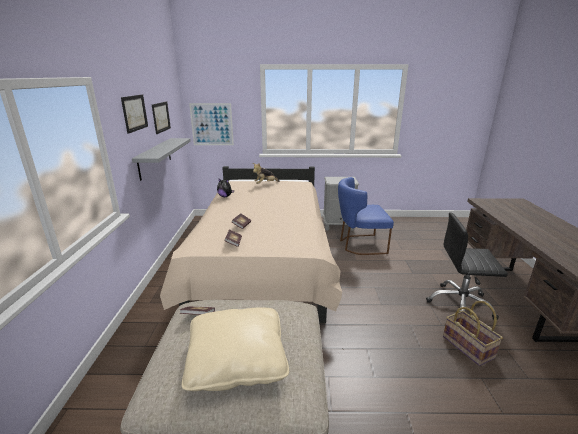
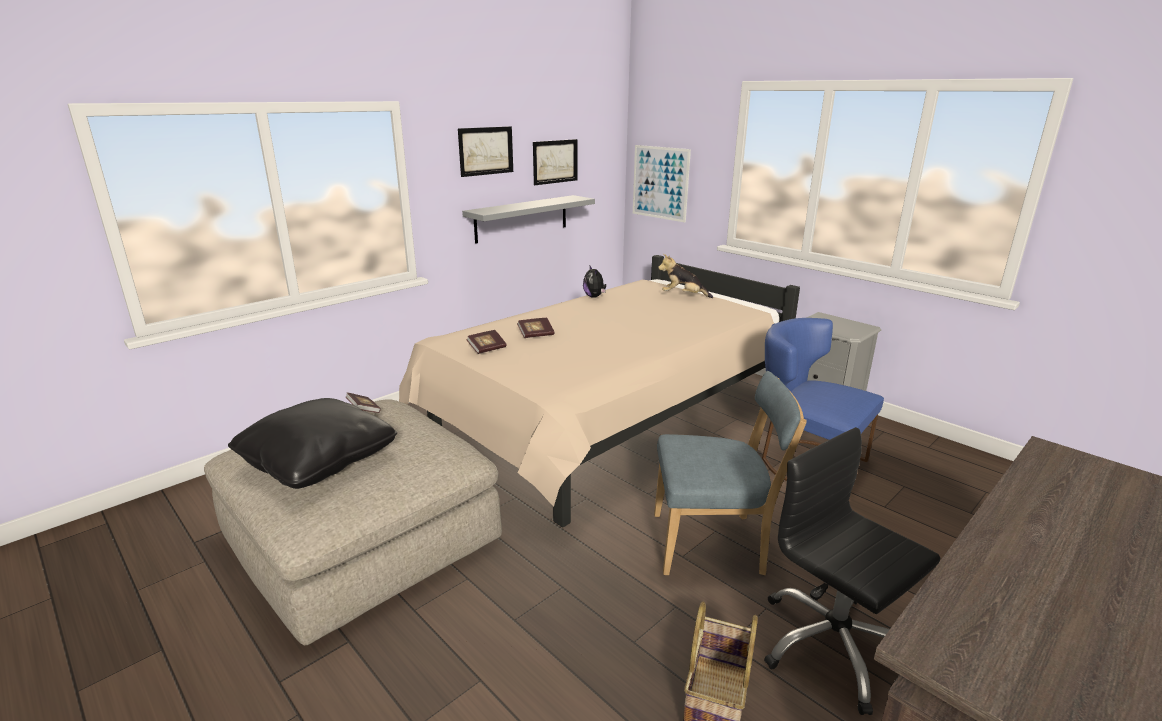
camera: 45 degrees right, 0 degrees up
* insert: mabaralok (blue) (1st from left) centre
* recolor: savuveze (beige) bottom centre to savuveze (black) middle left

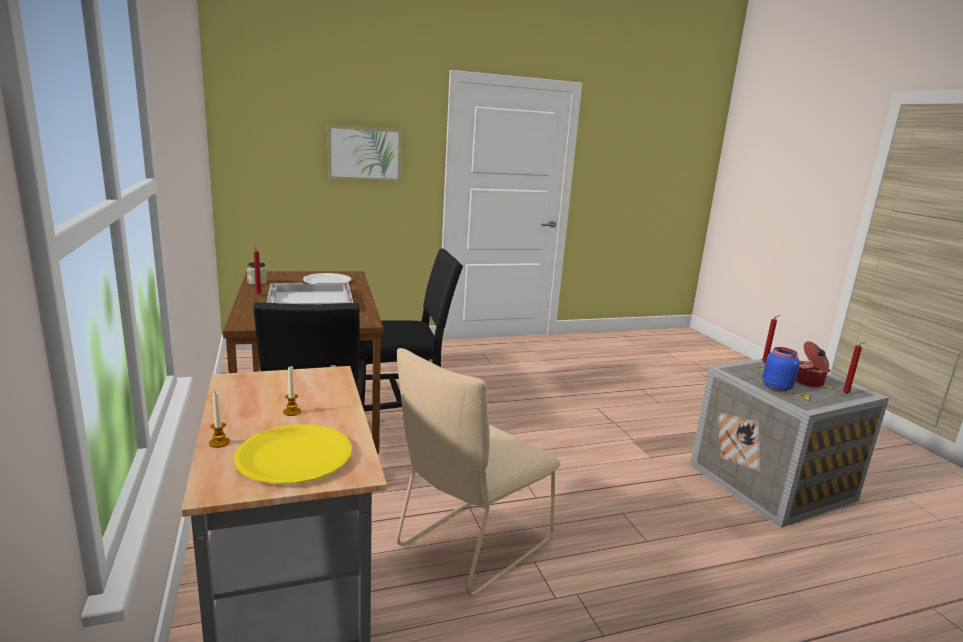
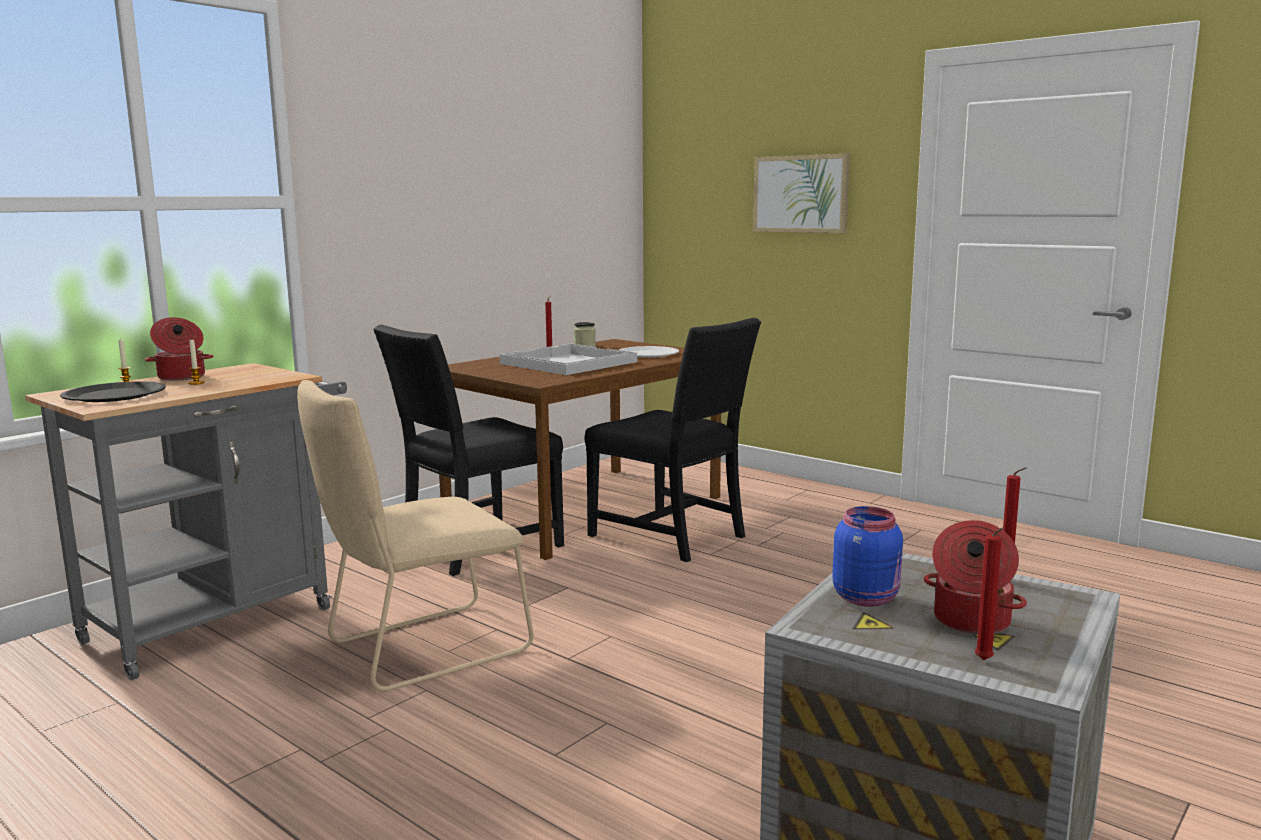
camera: 60 degrees right, 5 degrees down
* insert: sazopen (1st from left) middle left
* recolor: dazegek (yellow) bottom left to dazegek (black) middle left
* rotate: mabaralok (beige) bottom centre = middle left 45 degrees counterclockwise

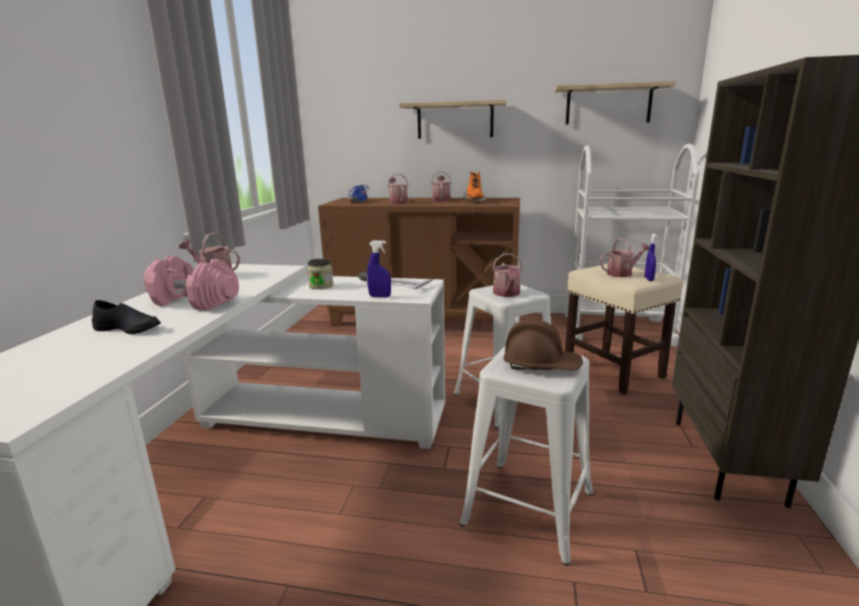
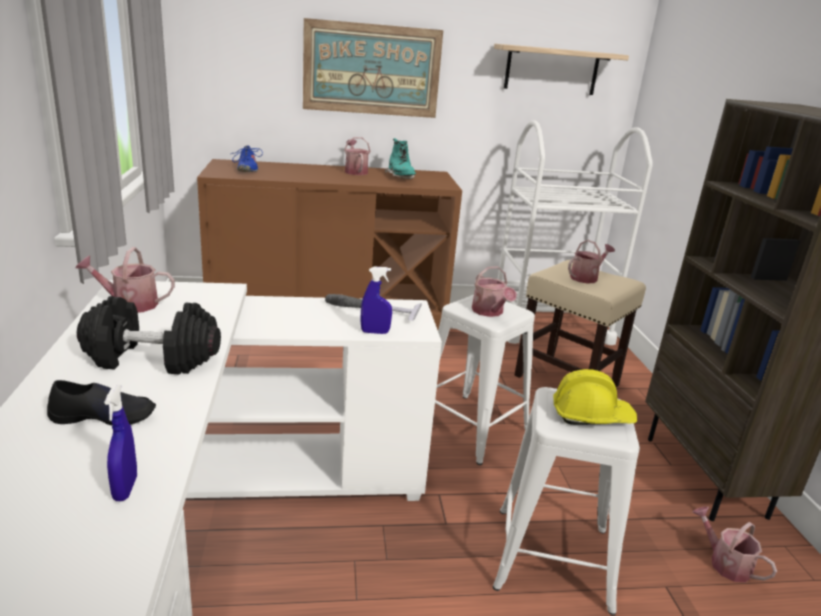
camera: 20 degrees left, 5 degrees up
* delete: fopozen centre
* move: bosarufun (2nd from left in the first image) top centre to bosarufun (5th from left) bottom right
* move: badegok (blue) (2nd from left in the first image) middle right to badegok (blue) (1st from left) bottom left
* replace: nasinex (1st from left) top centre to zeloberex top centre
* recolor: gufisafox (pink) middle left to gufisafox (black) middle left
* recolor: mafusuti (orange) top centre to mafusuti (turquoise) top centre
* recolor: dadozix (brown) centre to dadozix (yellow) middle right

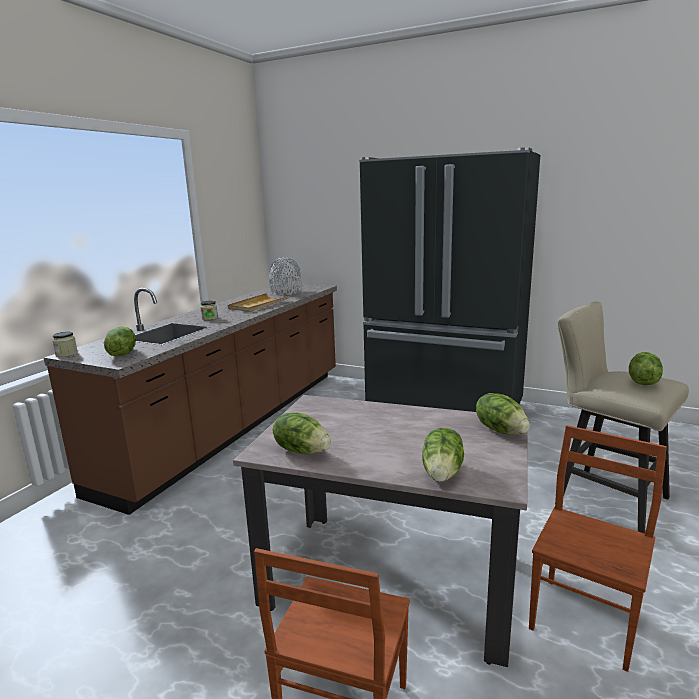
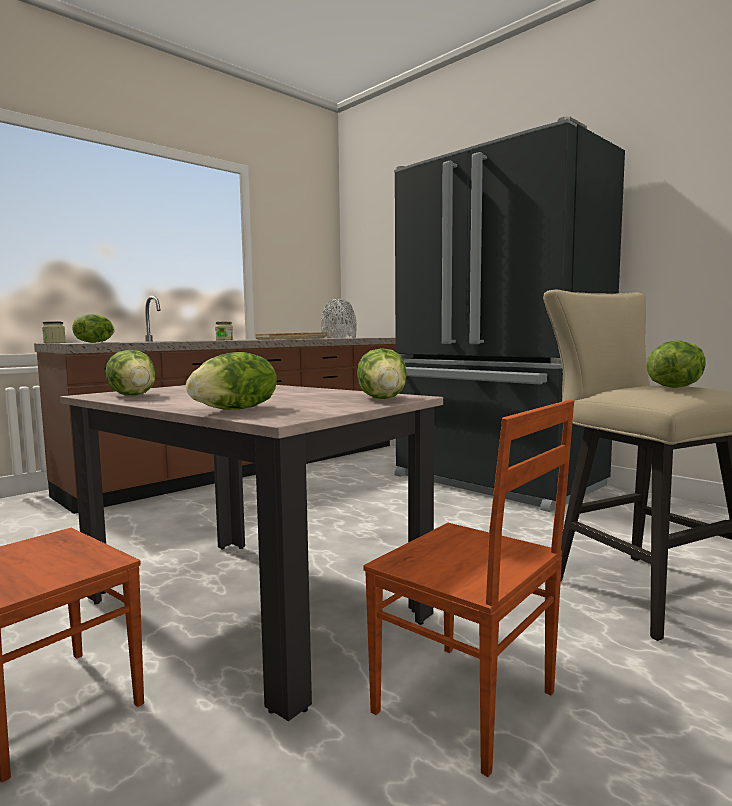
camera: 20 degrees right, 10 degrees down
* rotate: mabaralok (brown) (2nd from left) bottom right = bottom centre 75 degrees clockwise

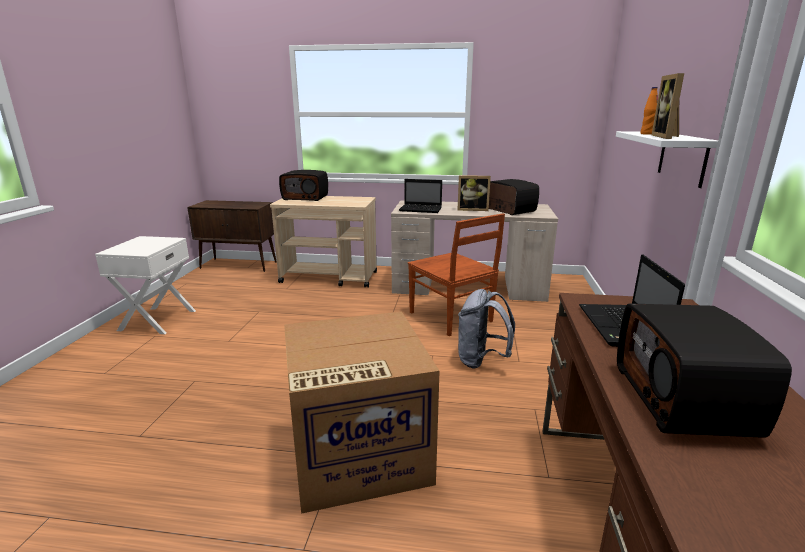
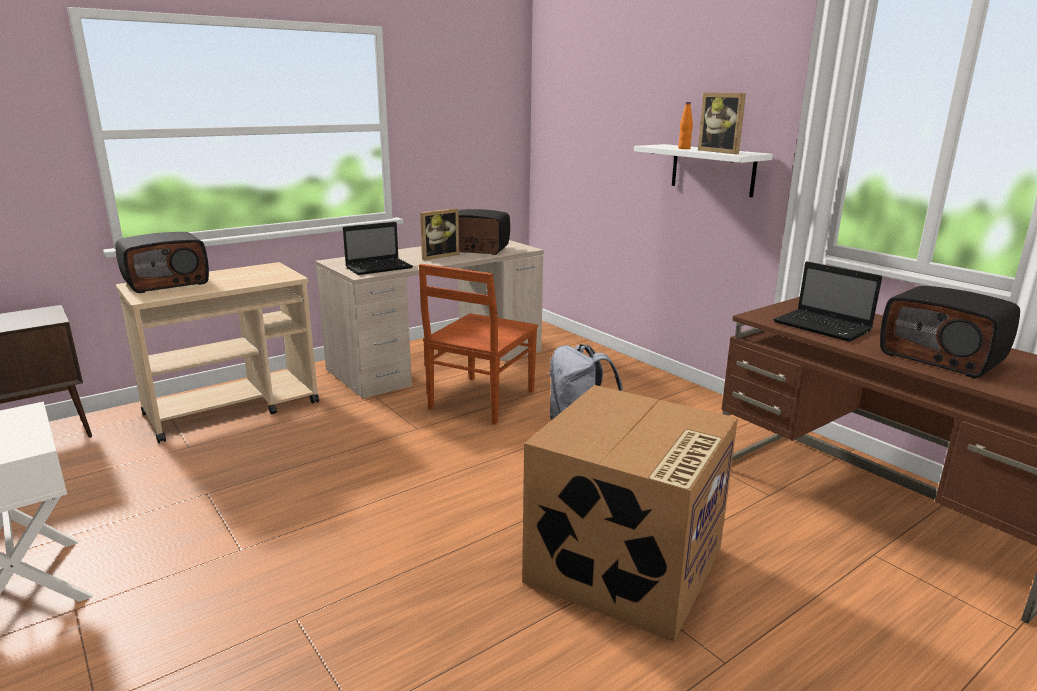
camera: 45 degrees left, 0 degrees up
* rotate: mabaralok (brown) centre = centre 105 degrees clockwise

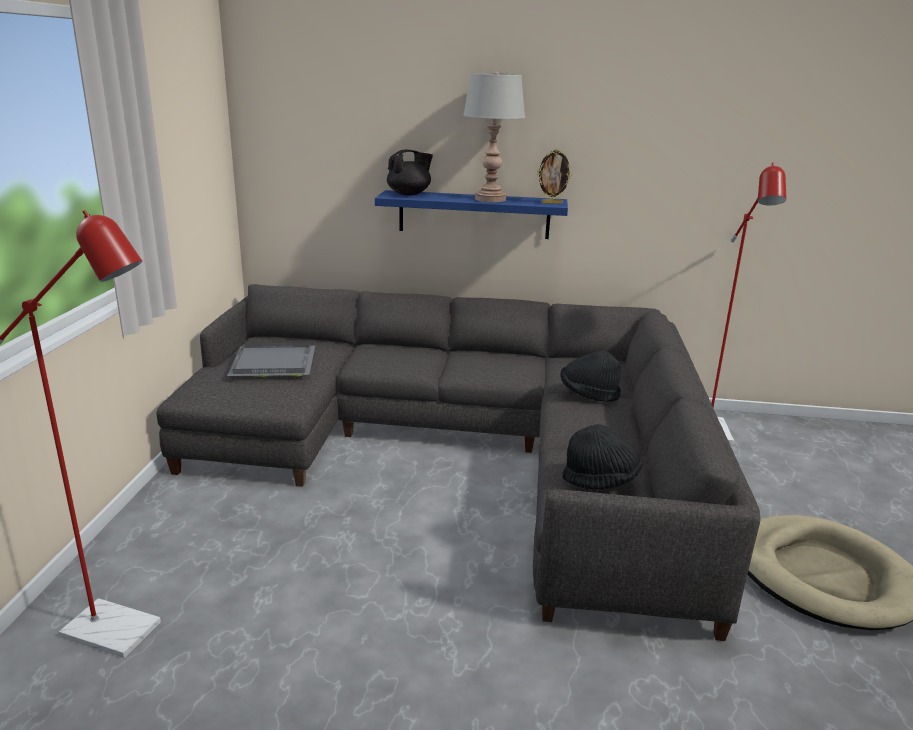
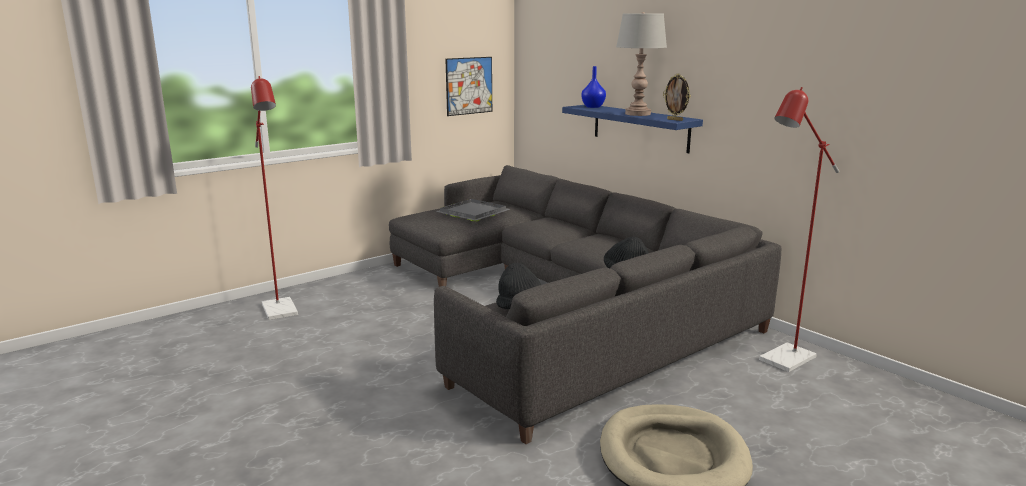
camera: 45 degrees right, 5 degrees down
* insert: zeloberex top centre
* replace: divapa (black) top centre to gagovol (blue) top centre

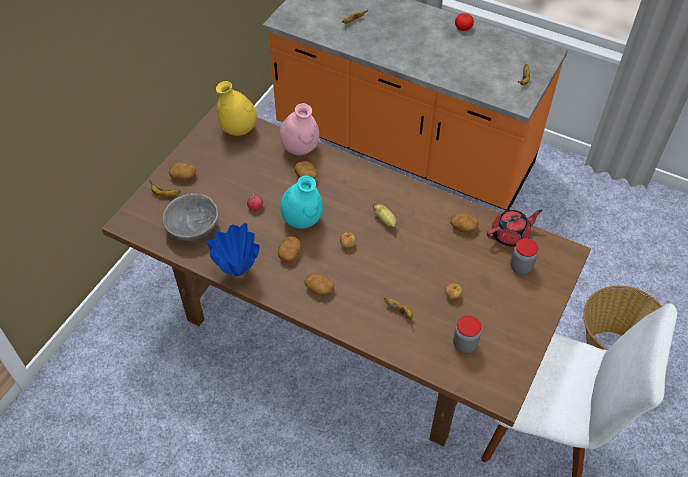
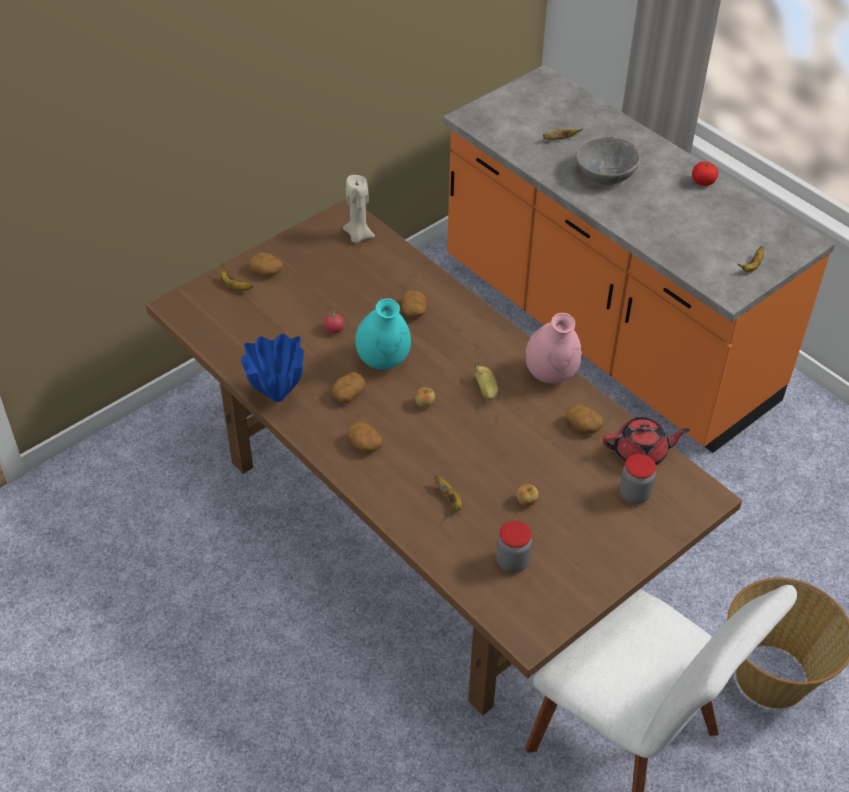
camera: 20 degrees right, 5 degrees down
* move: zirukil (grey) middle left to top right
* move: gagovol (pink) top centre to centre
* replace: gagovol (yellow) top centre to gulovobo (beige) top centre

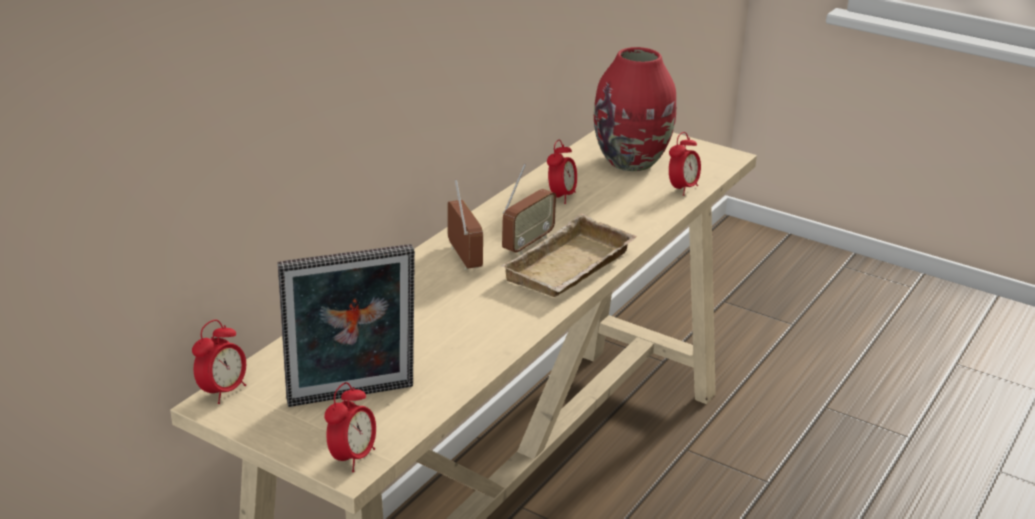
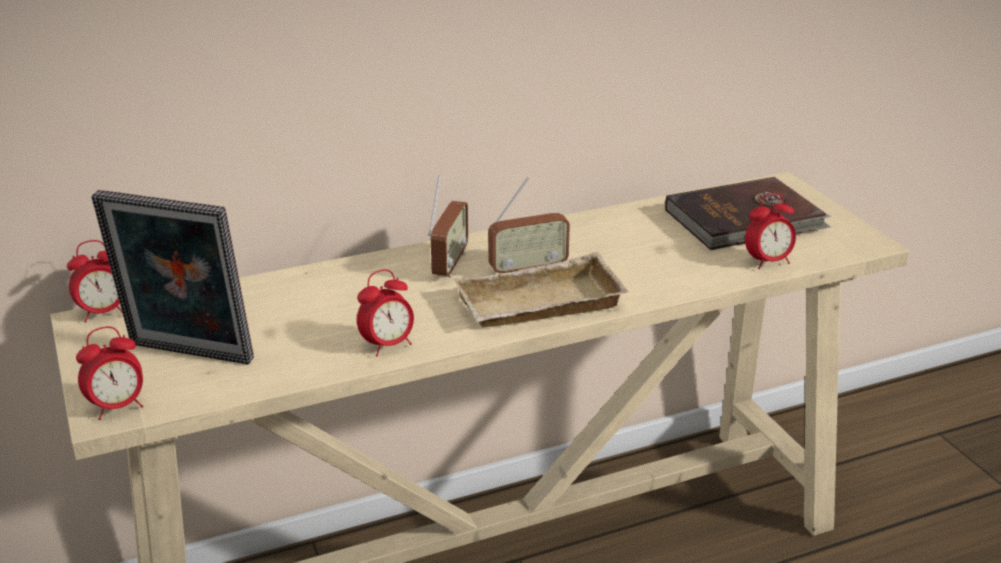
camera: 35 degrees right, 0 degrees up
* move: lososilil (3rd from left) top centre to centre
* replace: gagovol (red) top centre to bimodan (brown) middle right

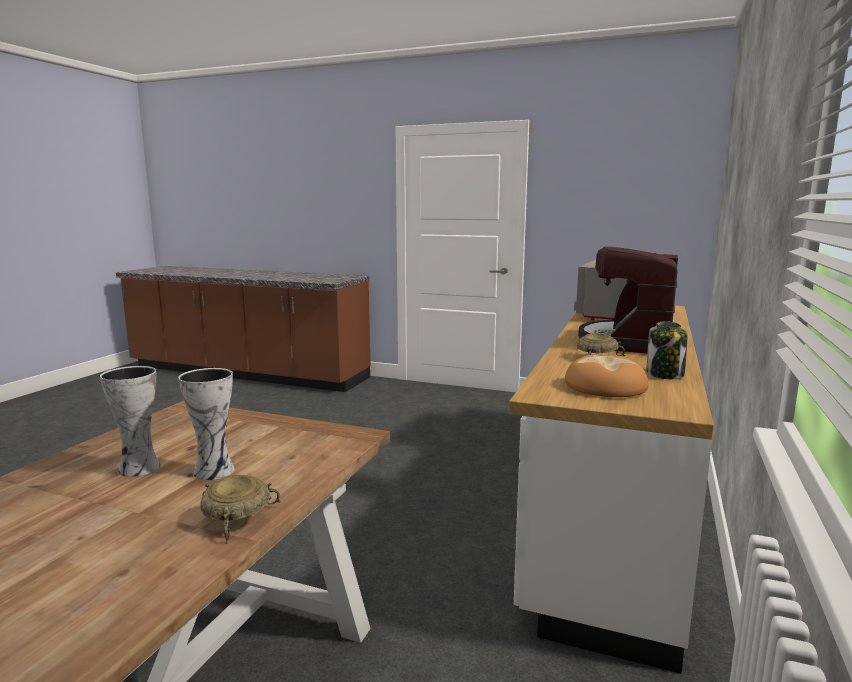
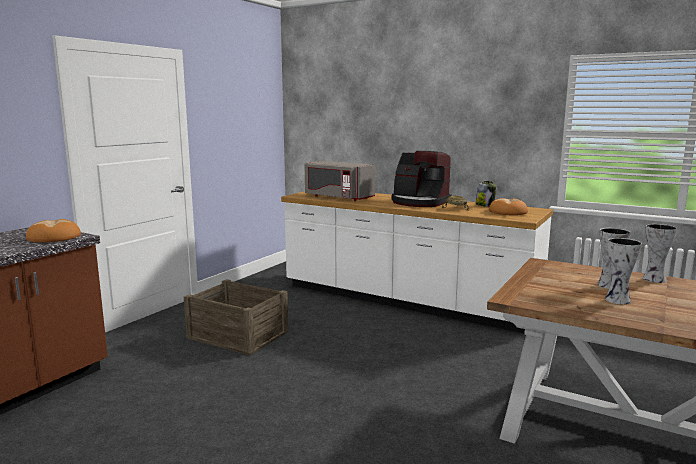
camera: 80 degrees left, 0 degrees up
* insert: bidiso (1st from left) middle left
* insert: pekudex bottom centre
* replace: zirukil (beige) (1st from left) bottom left to gagovol (3rd from left) middle right

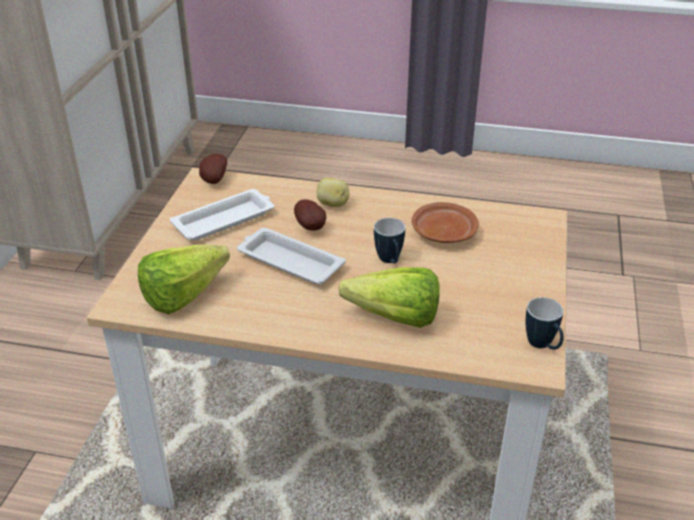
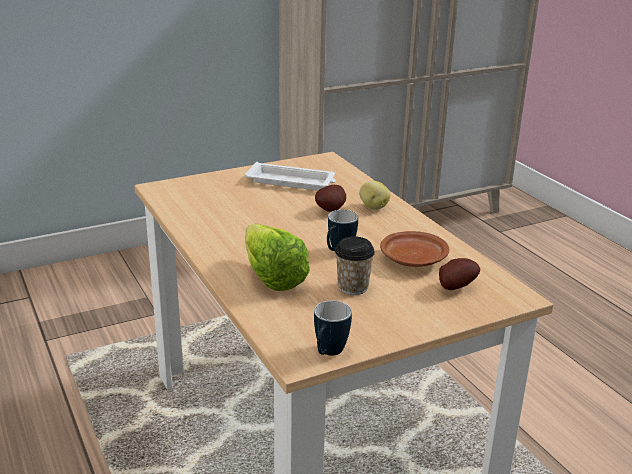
camera: 50 degrees right, 10 degrees down
* delete: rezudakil (1st from left) middle left
* delete: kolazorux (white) (2nd from left) centre
* insert: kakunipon centre
* move: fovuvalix (1st from left in the first image) top left to fovuvalix (3rd from left) middle right

